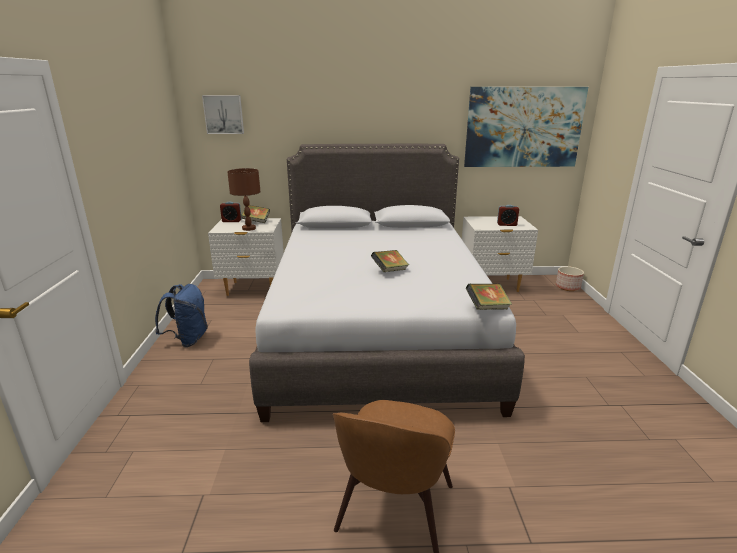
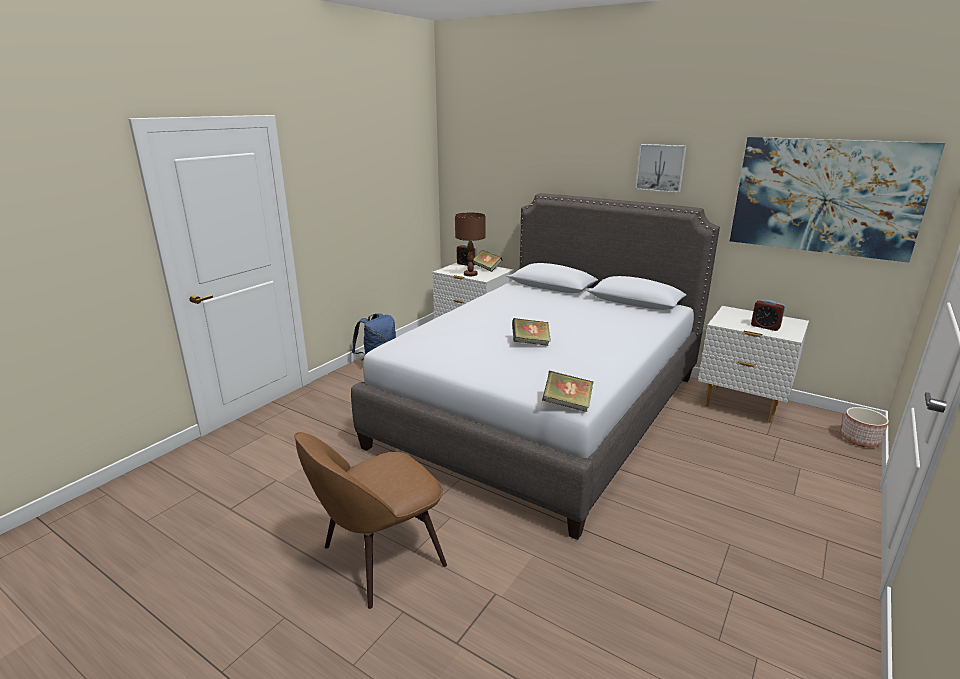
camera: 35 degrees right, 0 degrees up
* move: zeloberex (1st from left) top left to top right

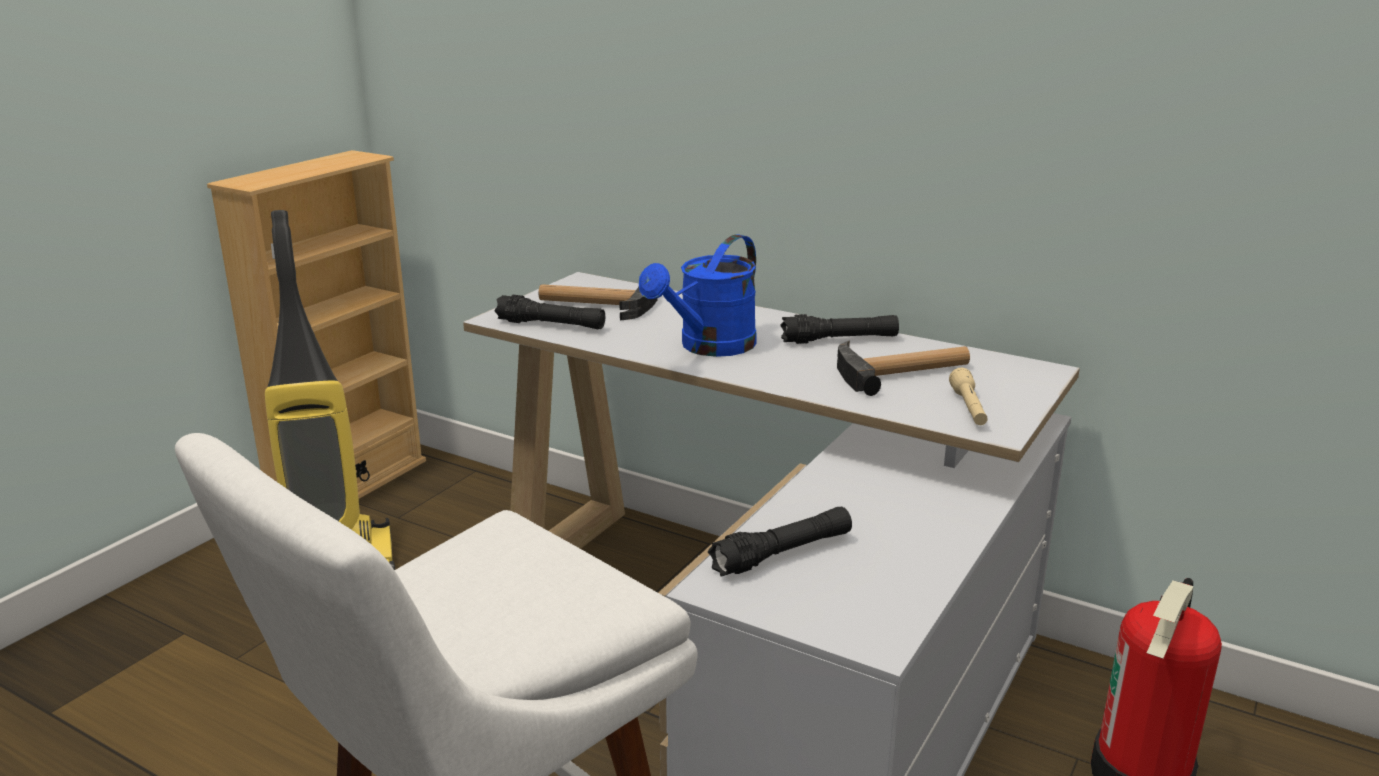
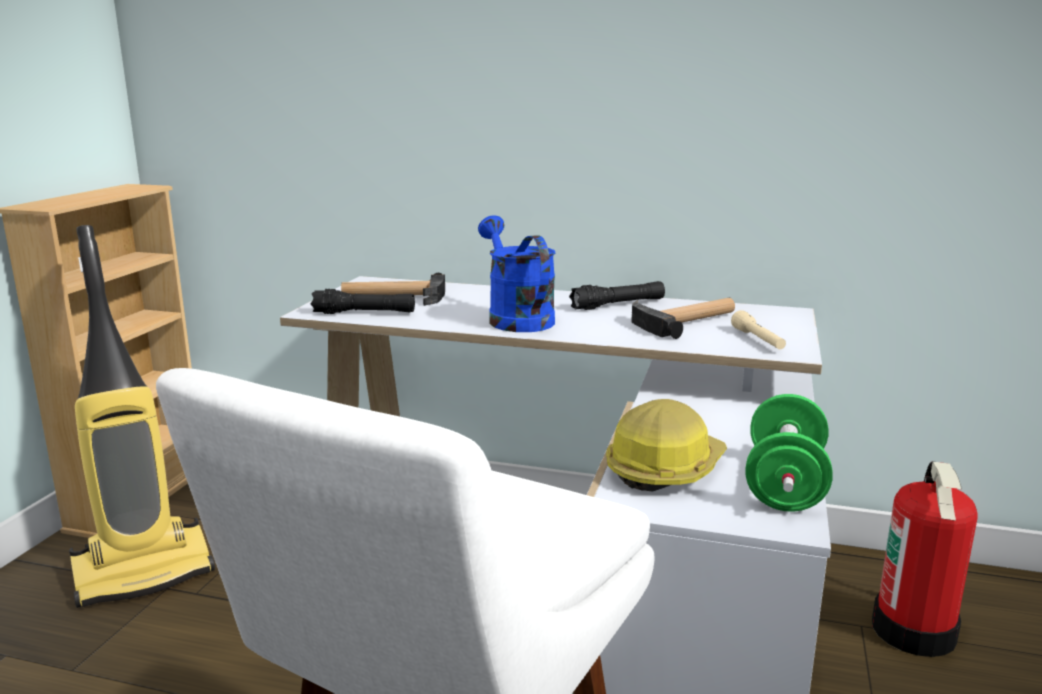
camera: 15 degrees left, 5 degrees down
* insert: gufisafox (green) middle right
* replace: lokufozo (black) (2nd from left) bottom centre to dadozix centre
* rotate: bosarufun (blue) centre = centre 135 degrees clockwise

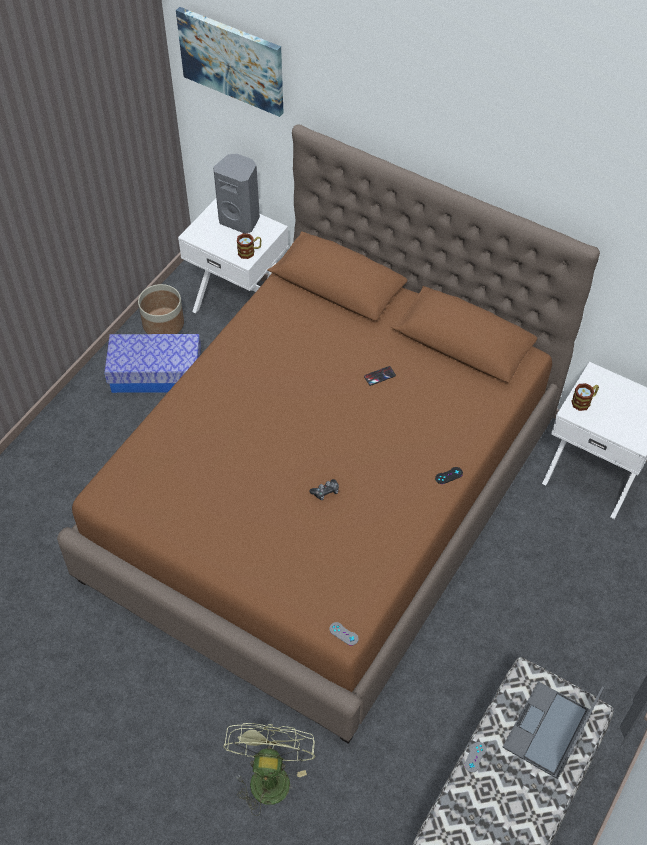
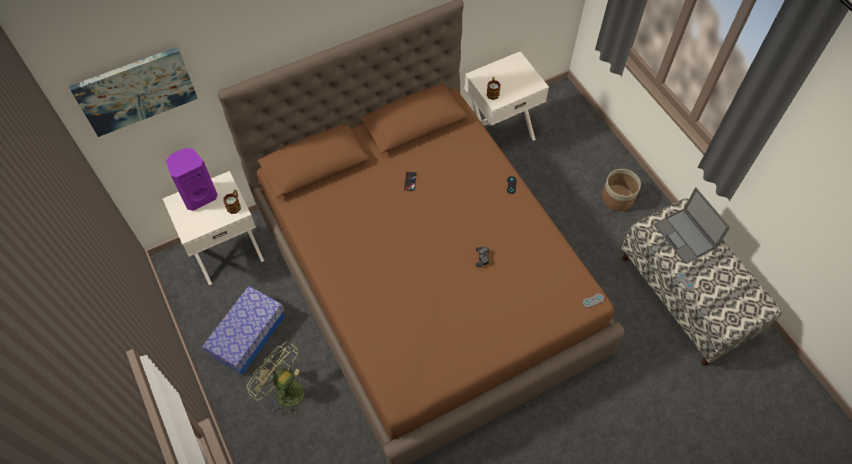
camera: 60 degrees left, 5 degrees up
* move: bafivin middle left to middle right
* move: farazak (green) bottom centre to bottom left
* recolor: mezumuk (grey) top centre to mezumuk (purple) middle left

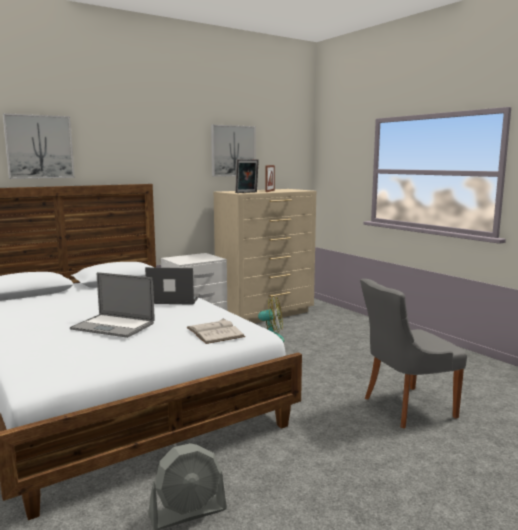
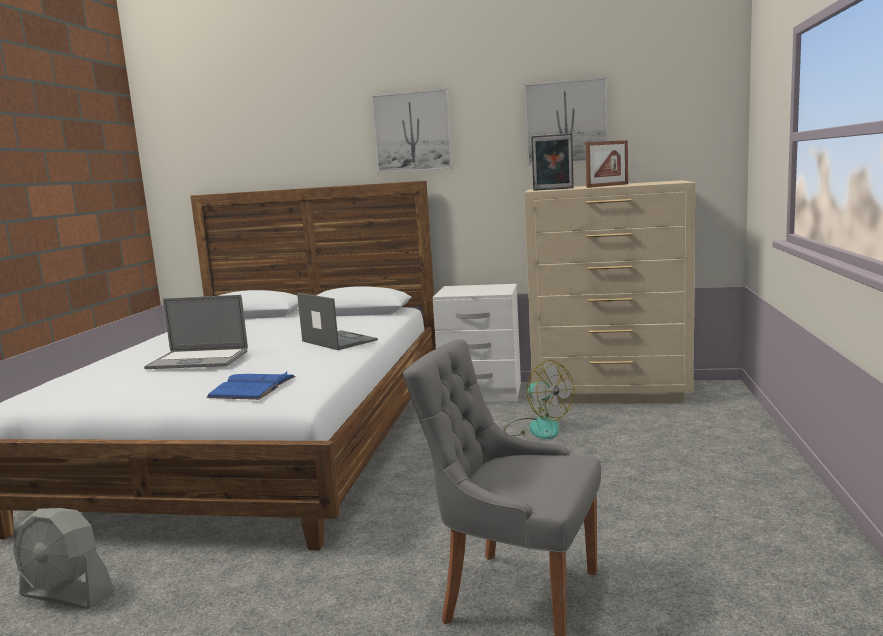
camera: 45 degrees right, 0 degrees up
* move: zeloberex (1st from left) top left to top centre
* recolor: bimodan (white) centre to bimodan (blue) middle left
* rotate: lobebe (1st from left) middle left = middle left 60 degrees counterclockwise

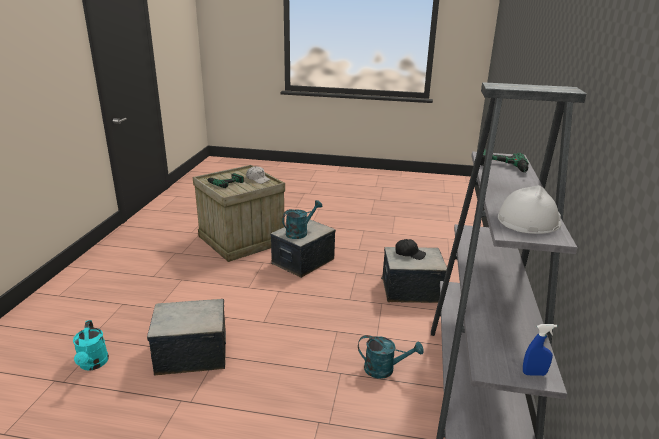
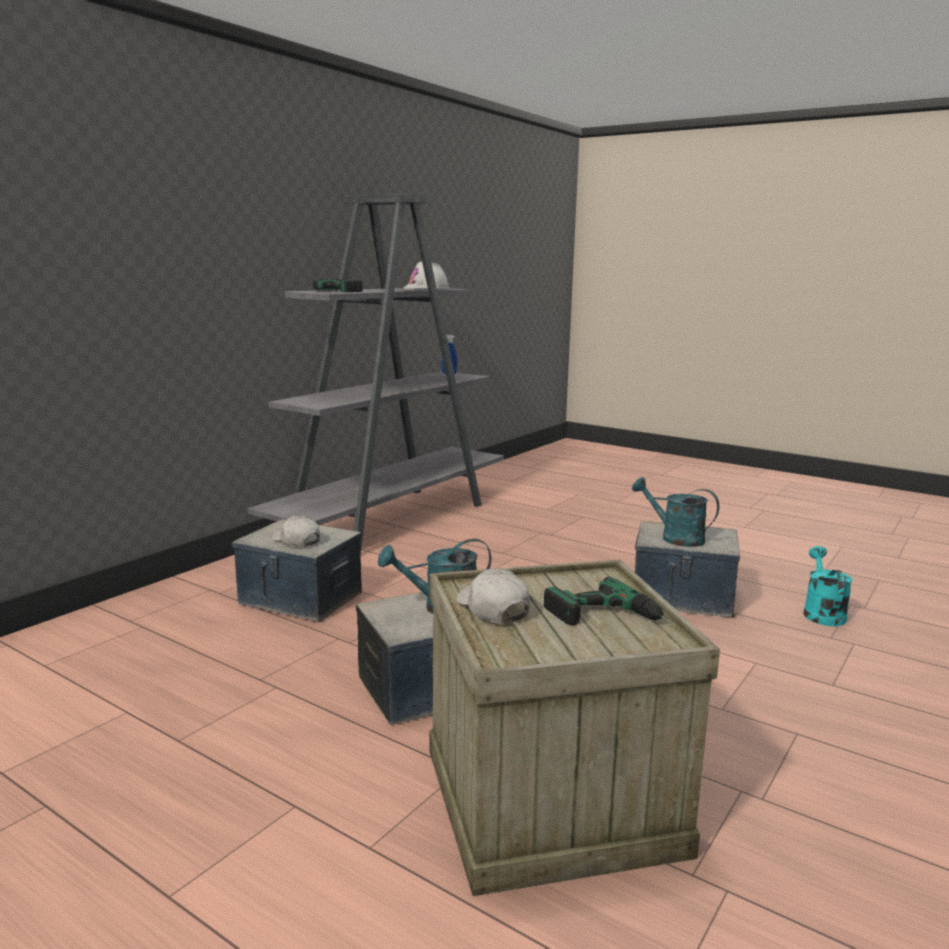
camera: 155 degrees left, 10 degrees down
* move: bosarufun (turquoise) (3rd from left in the first image) bottom centre to bosarufun (turquoise) (2nd from left) middle right
* recolor: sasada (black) centre to sasada (white) (1st from left) middle left

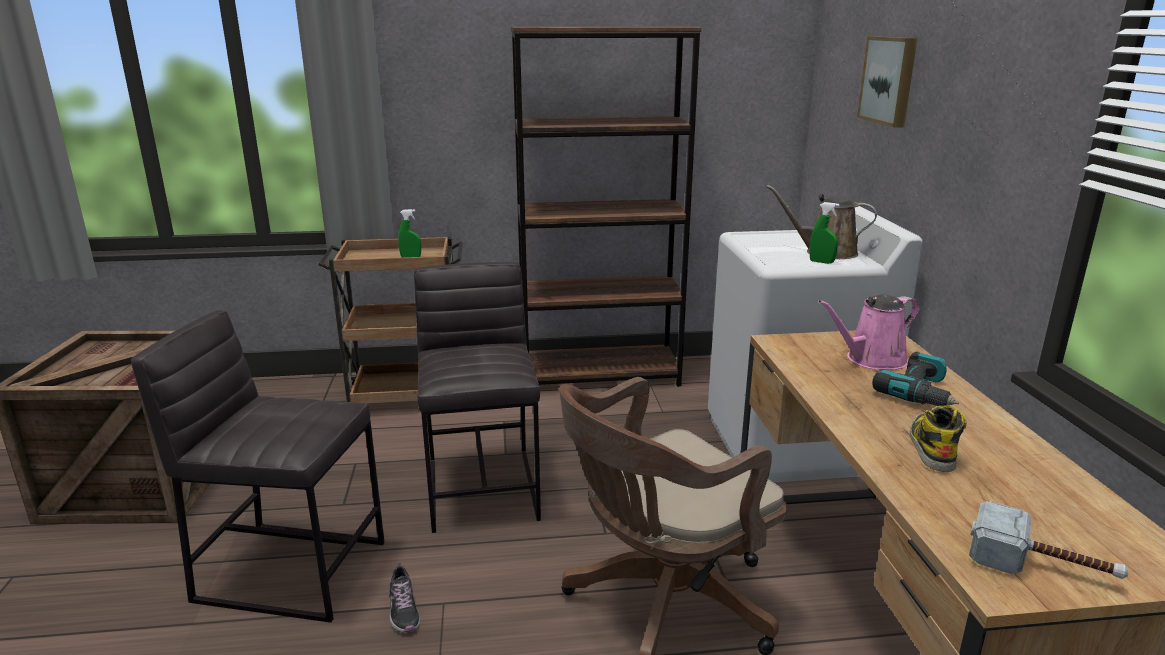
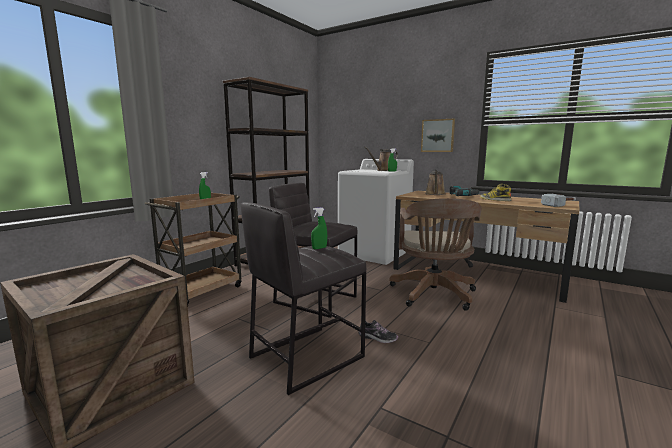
camera: 50 degrees left, 10 degrees down
* insert: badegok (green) (2nd from left) centre
* move: zeloberex top right to top centre
* recolor: bosarufun (pink) middle right to bosarufun (brown) (2nd from left) centre

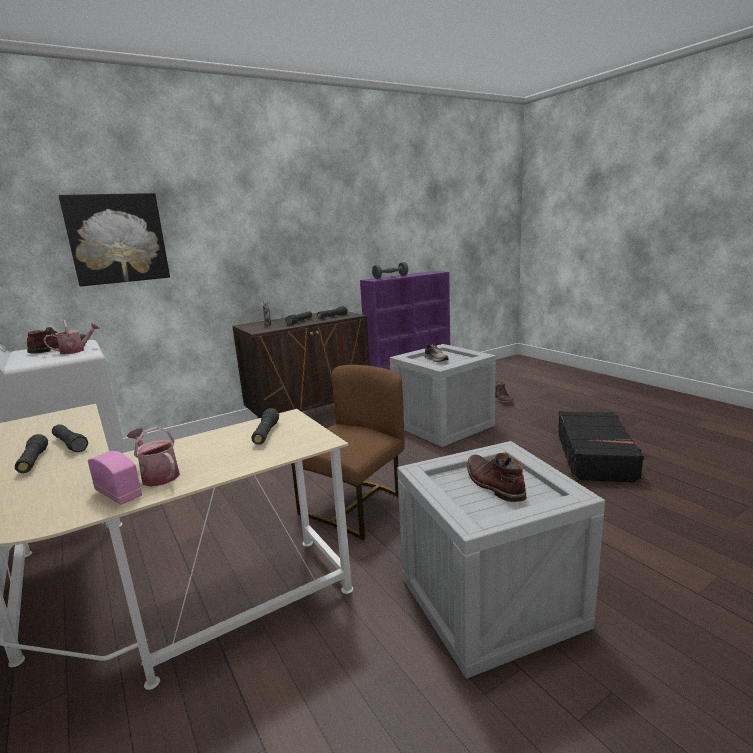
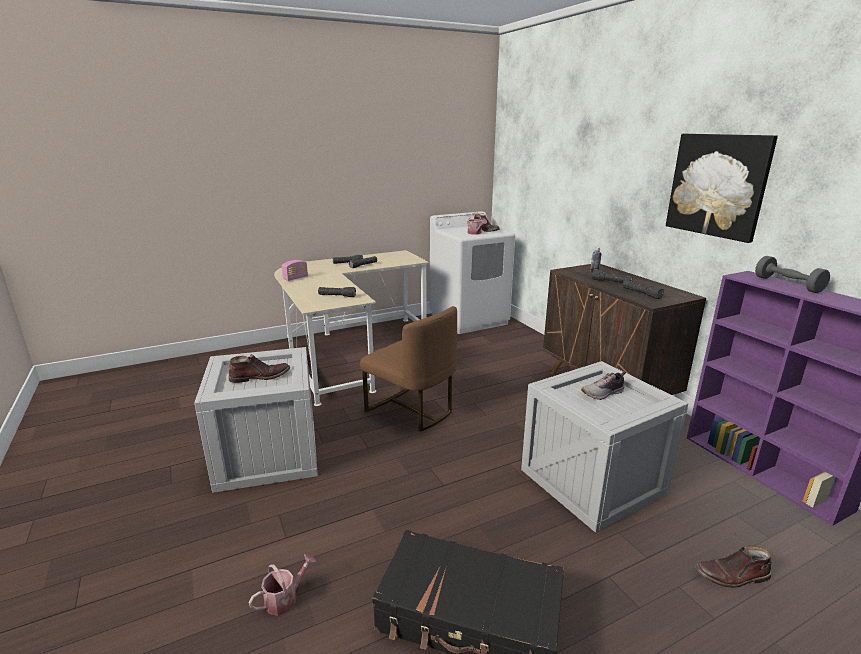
camera: 95 degrees right, 5 degrees up
* move: zeloberex top left to top right
* move: bosarufun (2nd from left in the first image) middle left to bosarufun (1st from left) bottom left

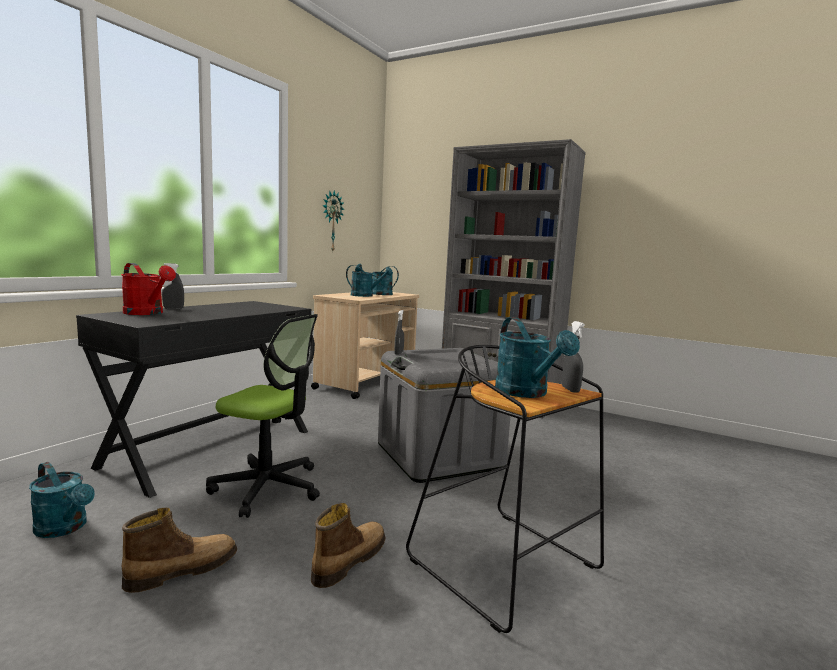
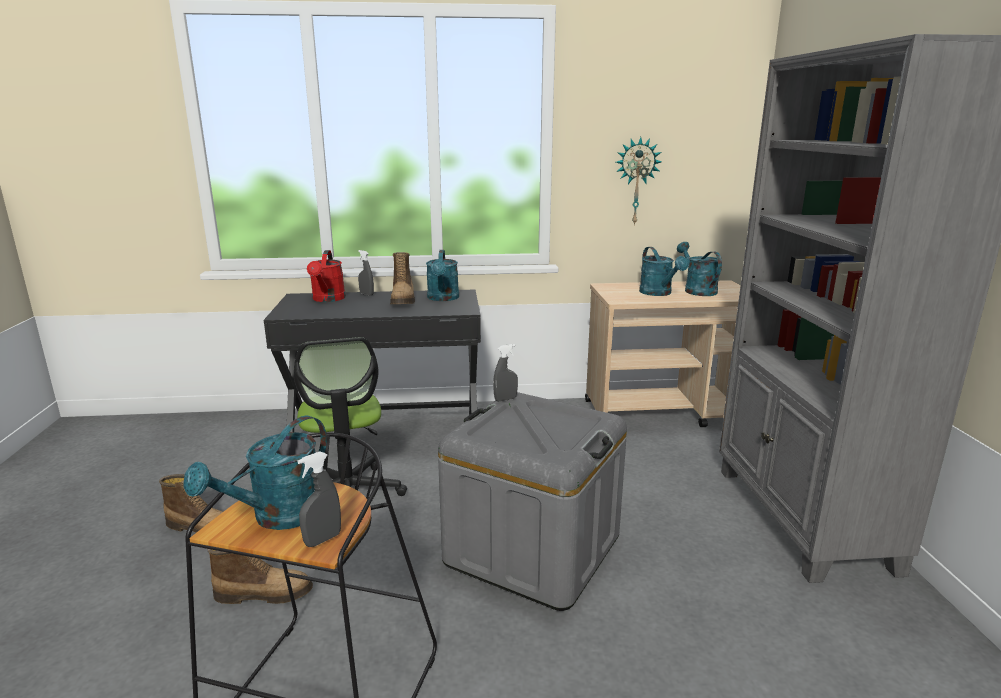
camera: 55 degrees right, 10 degrees up
* insert: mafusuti (3rd from left) centre
* move: bosarufun (turquoise) (1st from left in the first image) bottom left to bosarufun (turquoise) (2nd from left) centre

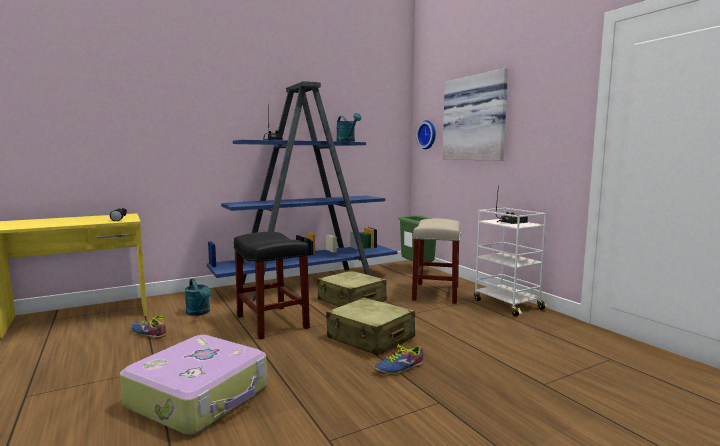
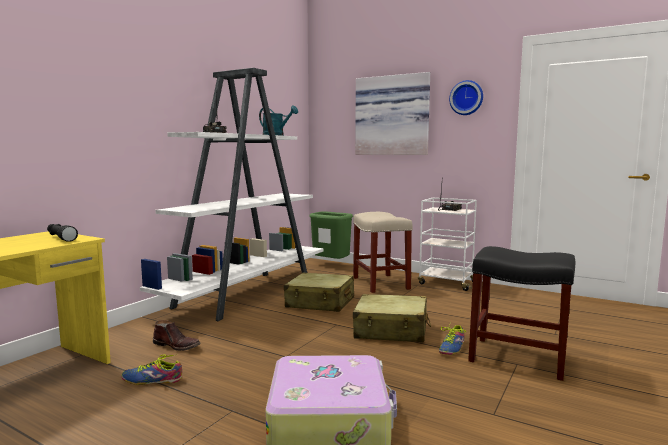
camera: 30 degrees left, 0 degrees up
* move: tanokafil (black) centre to bottom right
* move: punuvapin top centre to top right
* replace: bosarufun (turquoise) (1st from left) middle left to mafusuti (brown) bottom left
* recolor: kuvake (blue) centre to kuvake (white) centre

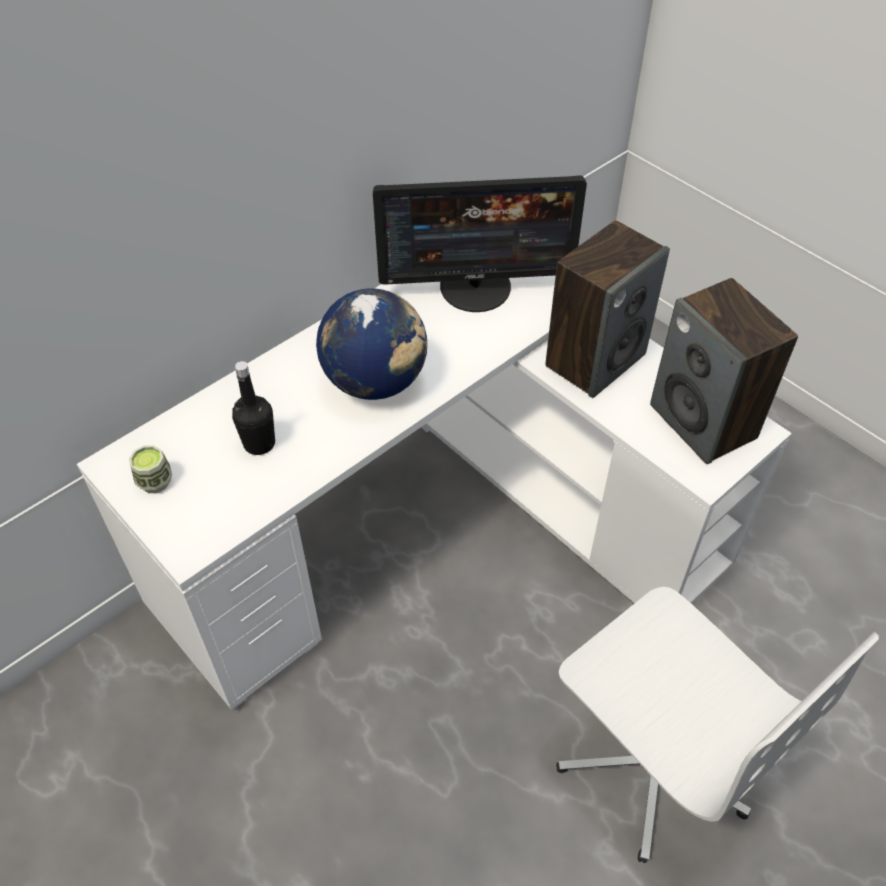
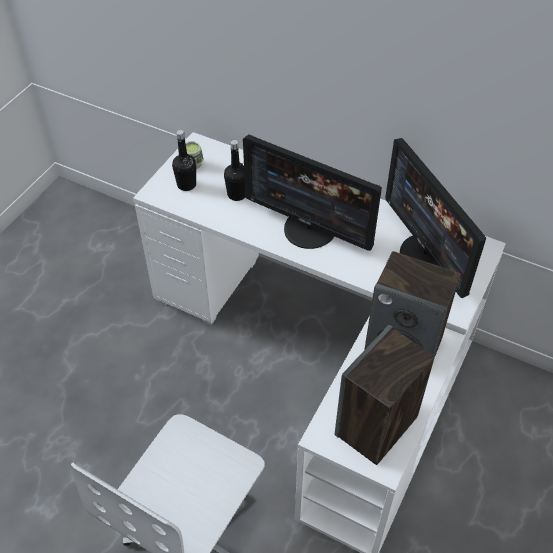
camera: 70 degrees right, 0 degrees up
* insert: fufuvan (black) (1st from left) top left
* replace: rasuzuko centre to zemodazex (1st from left) centre

